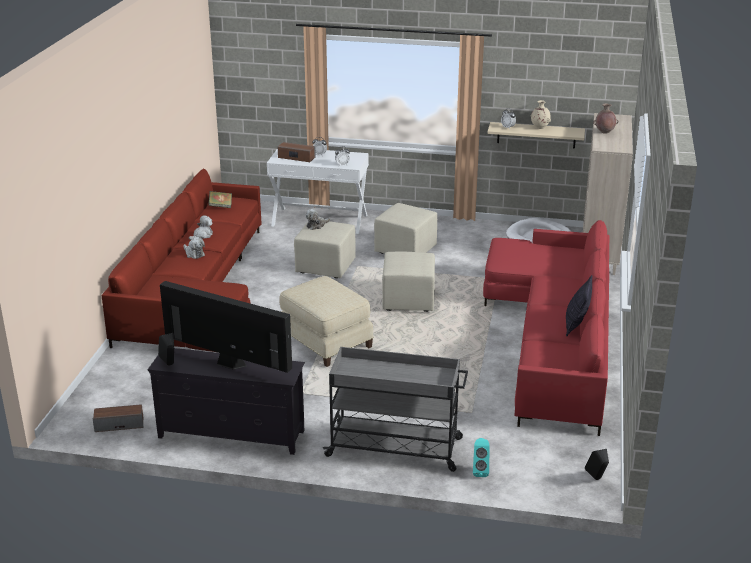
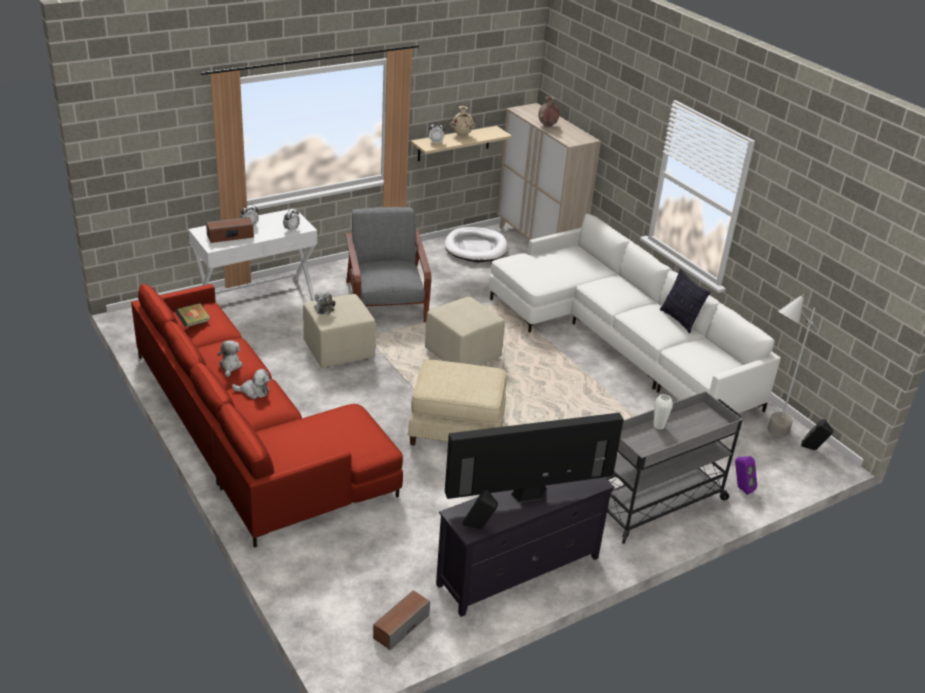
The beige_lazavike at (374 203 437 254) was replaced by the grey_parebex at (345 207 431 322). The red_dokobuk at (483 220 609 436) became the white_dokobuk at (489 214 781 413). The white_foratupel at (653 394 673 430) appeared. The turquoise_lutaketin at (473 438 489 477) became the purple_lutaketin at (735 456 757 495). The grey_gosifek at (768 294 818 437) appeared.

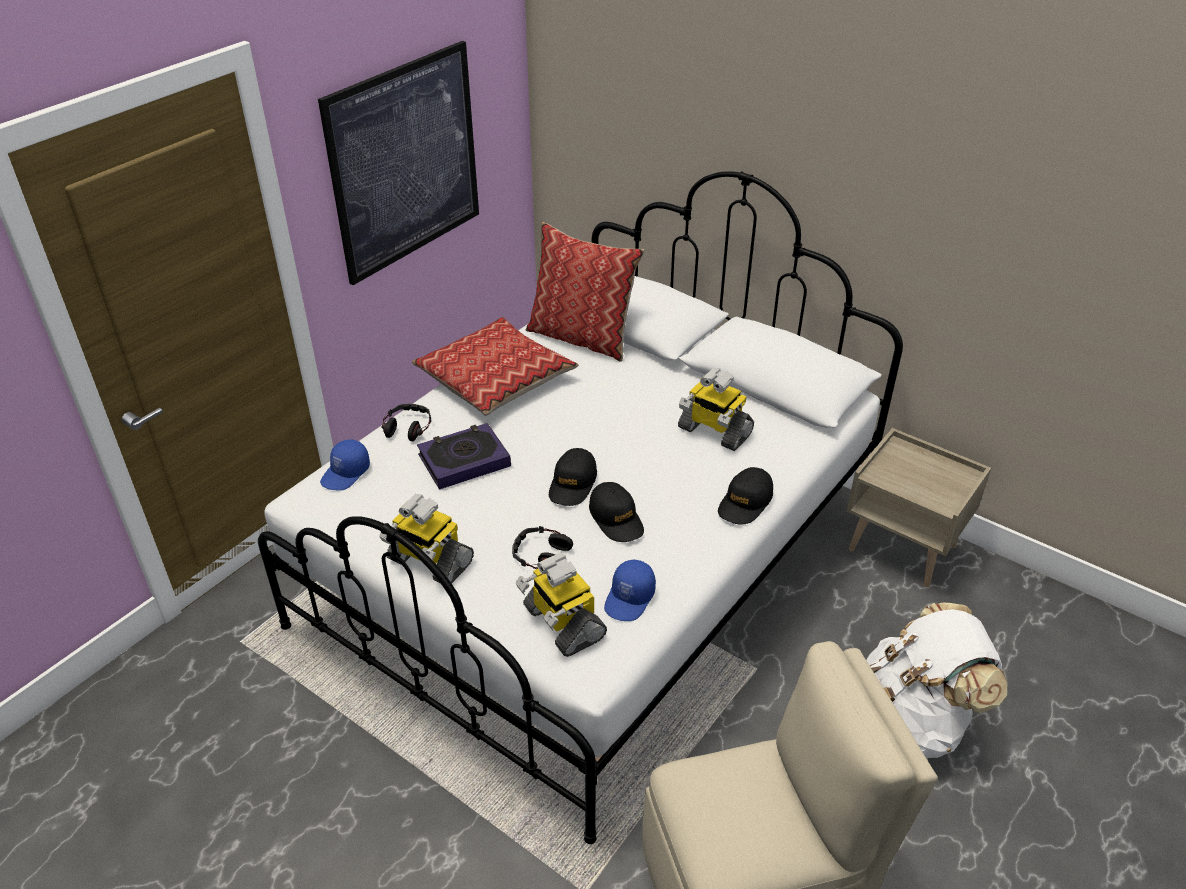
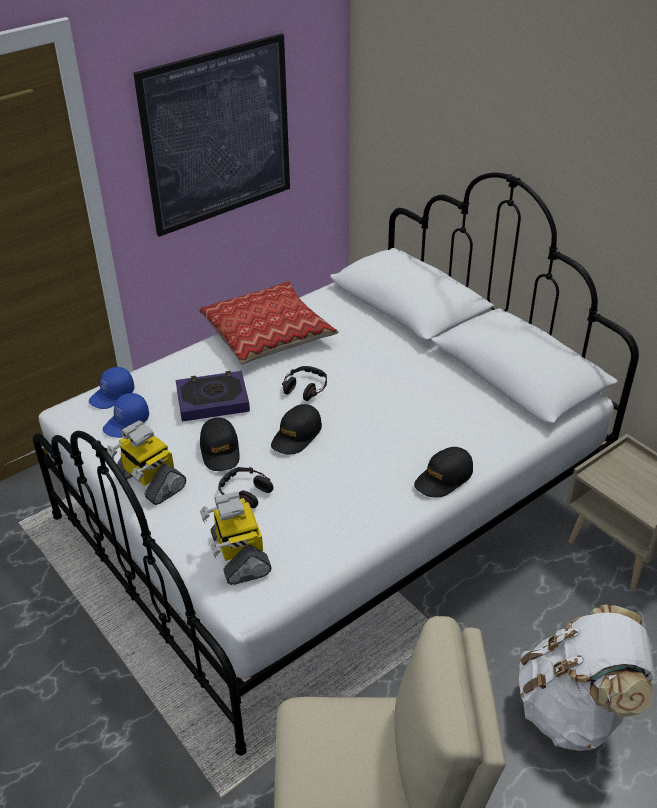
The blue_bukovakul moved from (604 559 656 621) to (103 393 149 438). The black_bukovakul moved from (589 482 644 542) to (200 417 240 471). The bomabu moved from (381 404 431 441) to (282 366 327 401). The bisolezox at (526 222 645 362) disappeared. The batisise at (678 368 754 451) disappeared.

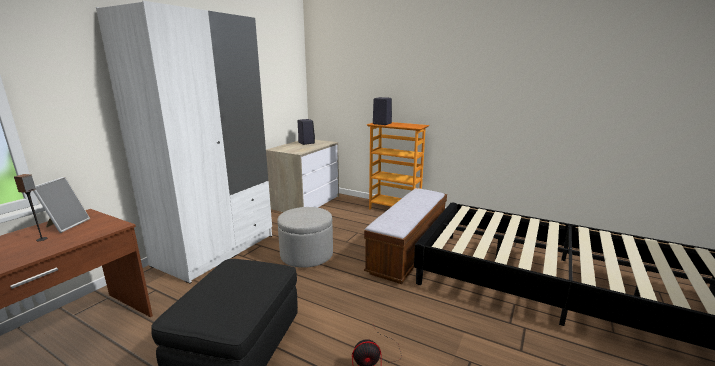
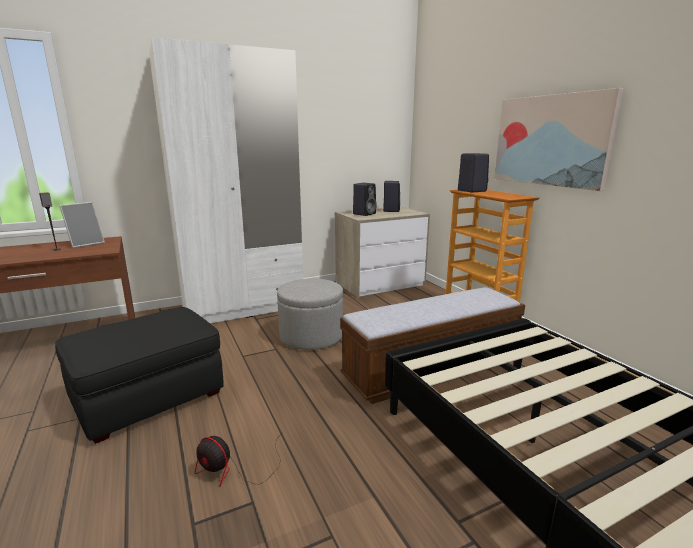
The black_lutaketin at (353 183 376 216) appeared. The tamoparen at (494 88 623 191) appeared.

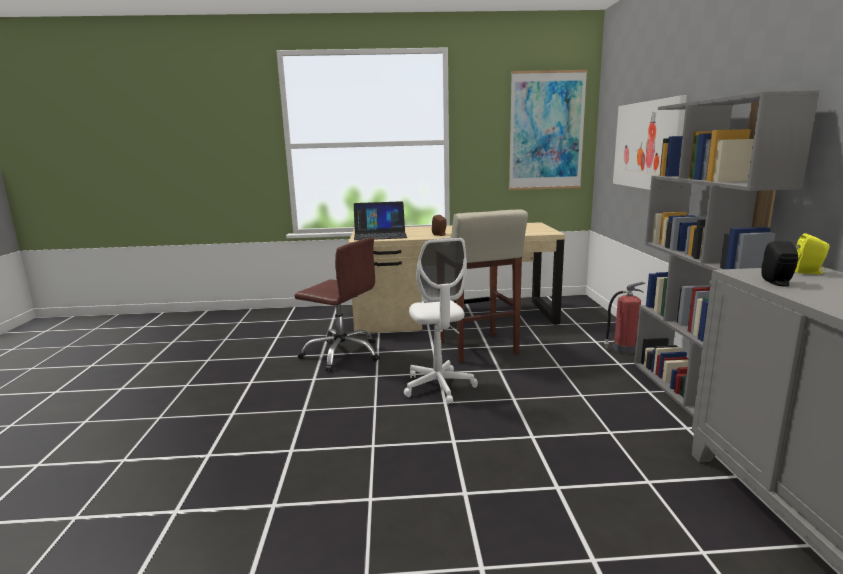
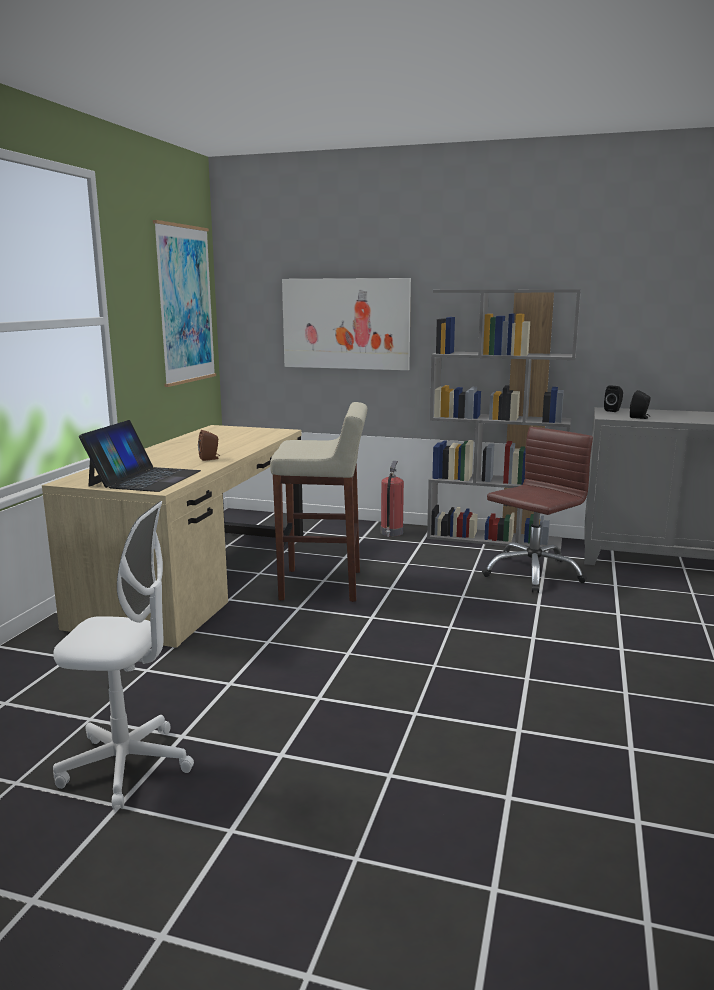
The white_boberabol moved from (404 238 478 404) to (53 501 194 810). The brown_boberabol moved from (295 237 380 372) to (482 427 593 593). The yellow_lutaketin at (795 233 829 274) became the black_lutaketin at (604 385 623 412).

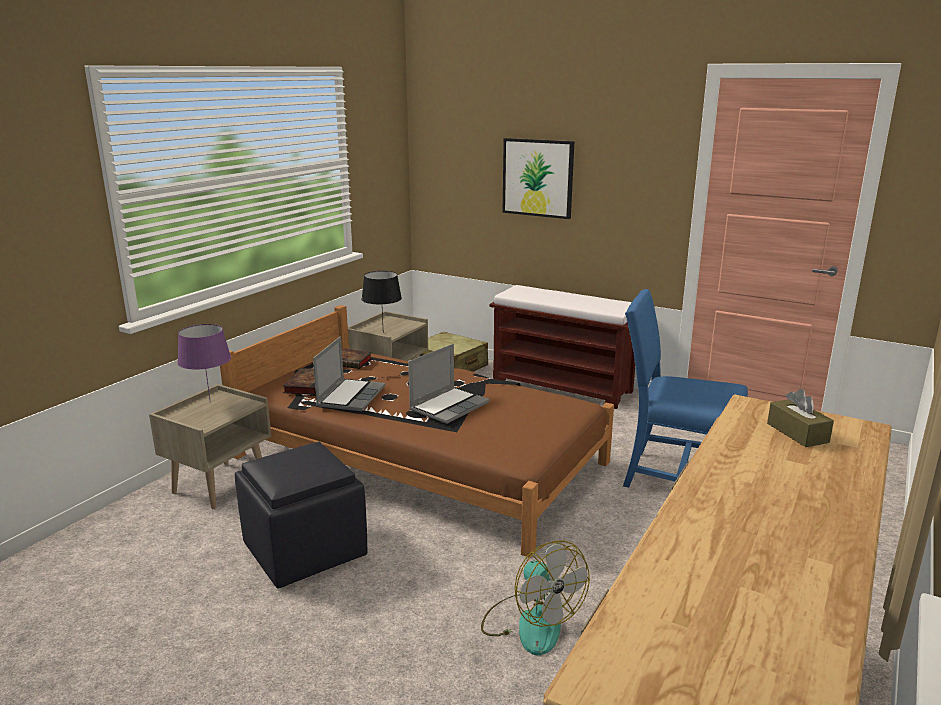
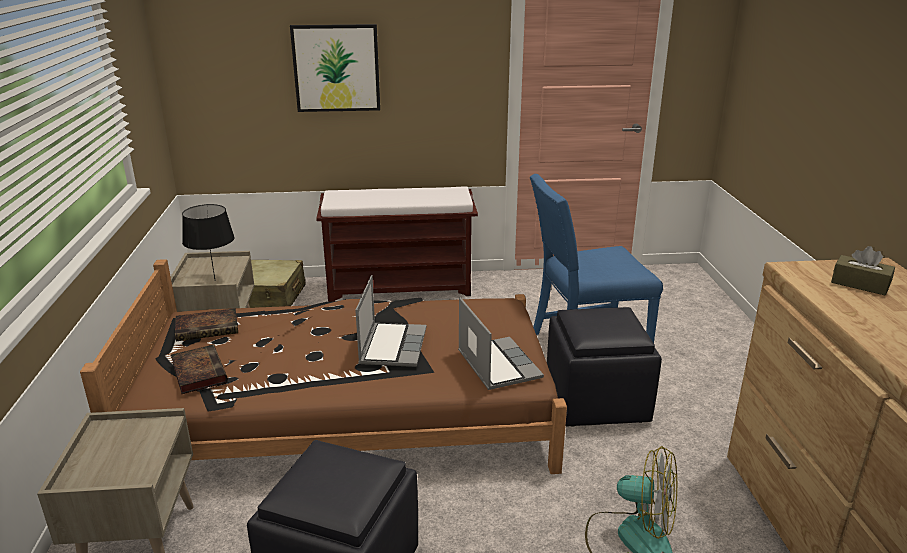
The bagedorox moved from (313 336 385 411) to (458 297 544 390). The black_lazavike at (547 307 662 426) appeared. The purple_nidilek at (178 324 231 402) disappeared.

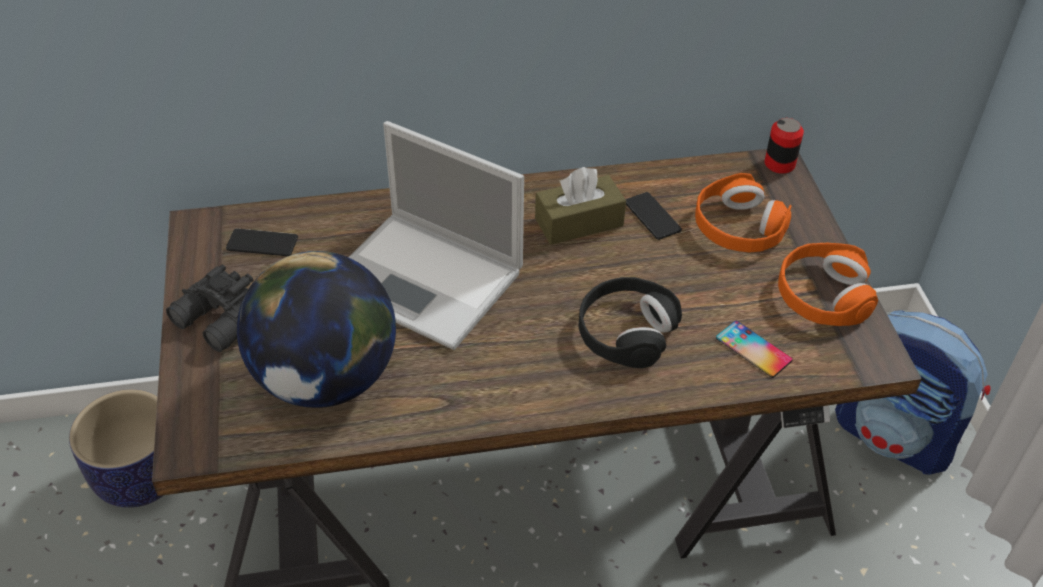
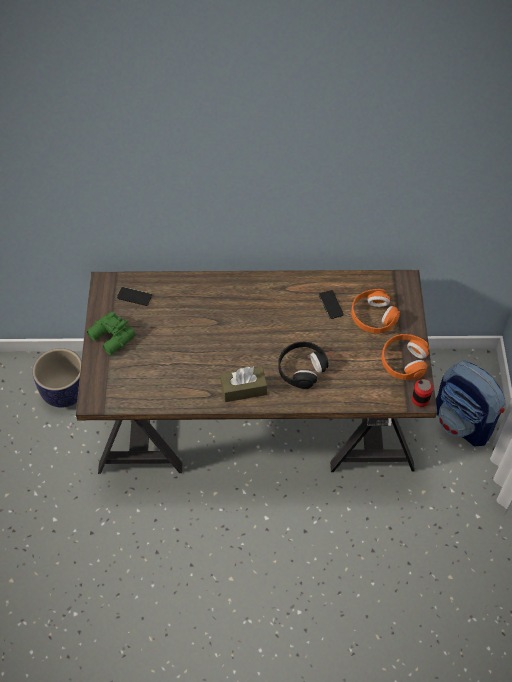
The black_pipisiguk at (166 265 253 352) became the green_pipisiguk at (87 312 136 355). The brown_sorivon moved from (535 167 626 245) to (220 366 267 402). The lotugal moved from (764 118 804 174) to (412 379 433 407). The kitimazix at (237 251 396 408) disappeared. The bagedorox at (349 121 524 350) disappeared. The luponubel at (716 321 793 378) disappeared.

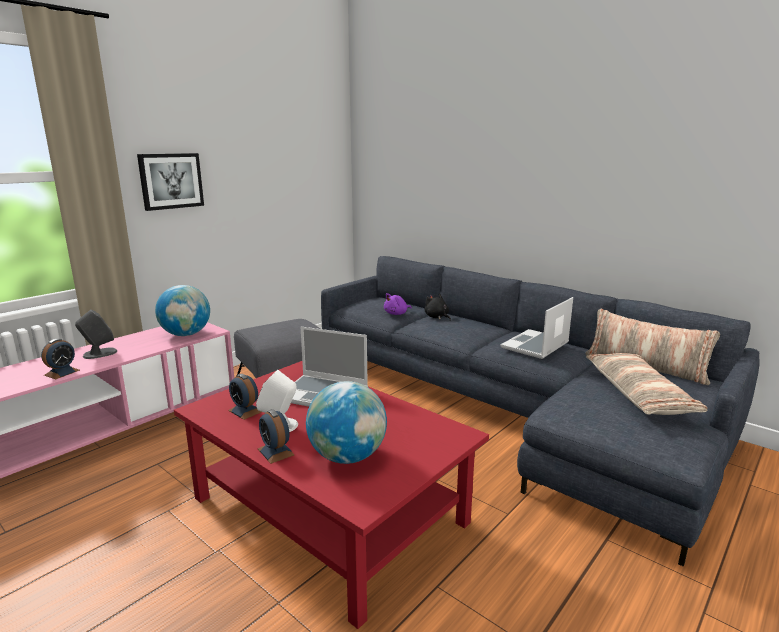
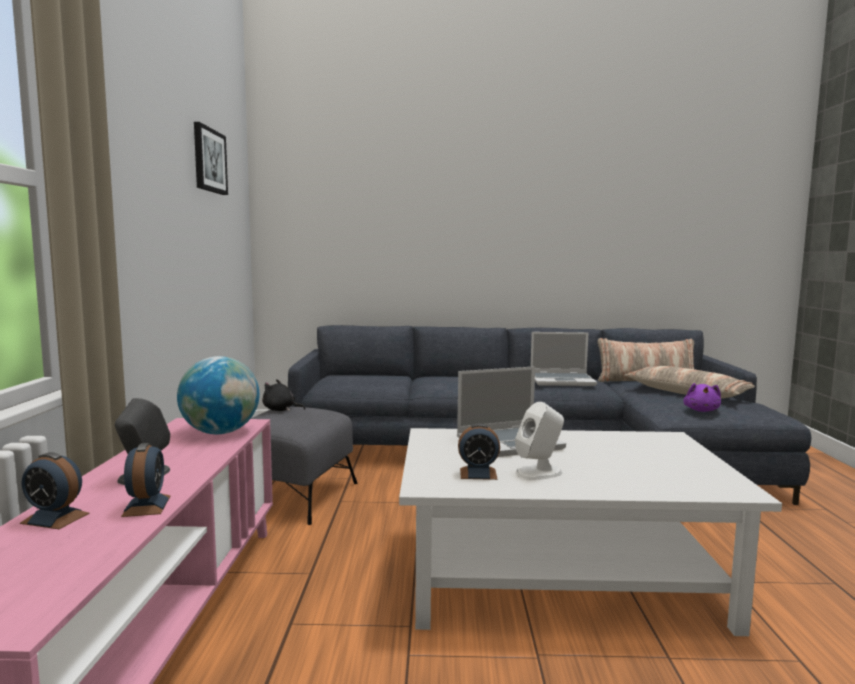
The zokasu moved from (258 409 294 464) to (20 452 90 529). The tamoparen moved from (137 153 204 211) to (194 122 228 195). The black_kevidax moved from (425 294 451 321) to (262 379 305 411). The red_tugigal at (174 361 489 629) became the white_tugigal at (399 428 782 636). The bagedorox at (501 297 573 359) turned 90 degrees counterclockwise. The purple_kevidax moved from (384 293 412 315) to (683 383 721 412). The kitimazix at (306 381 387 464) disappeared.

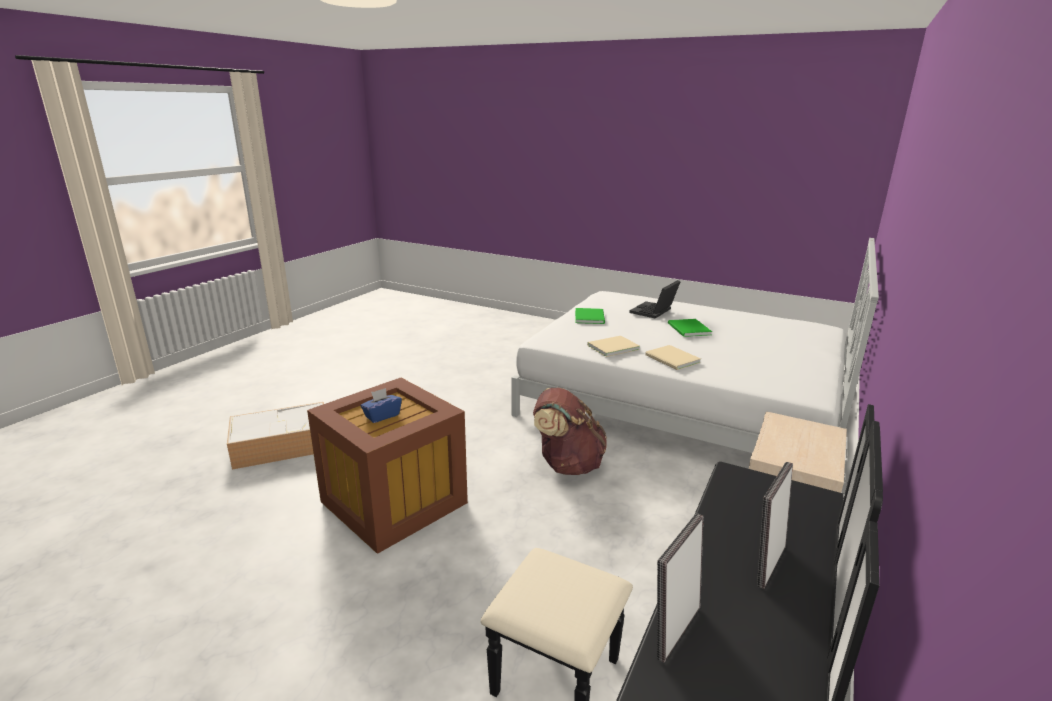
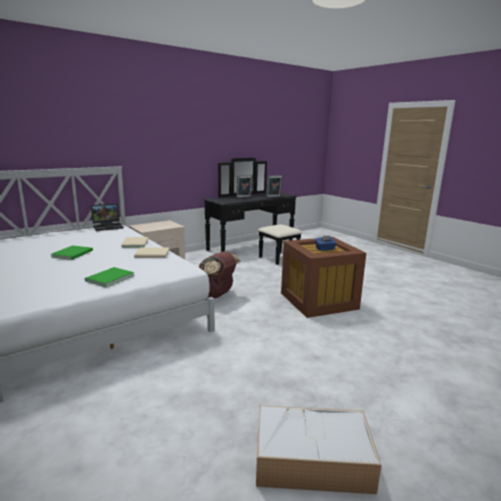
The bagedorox moved from (629 280 681 319) to (91 203 124 231). The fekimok moved from (227 402 324 470) to (256 405 381 494).

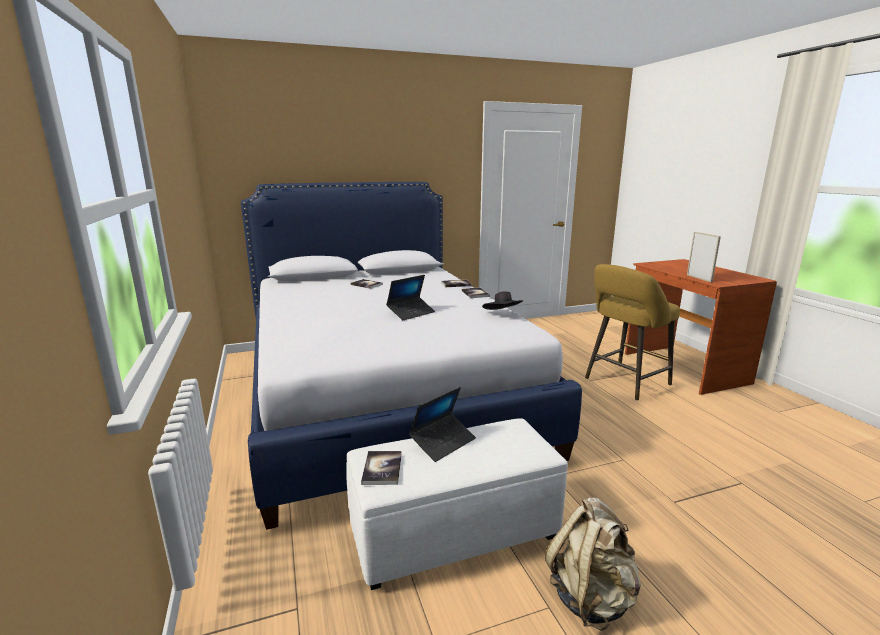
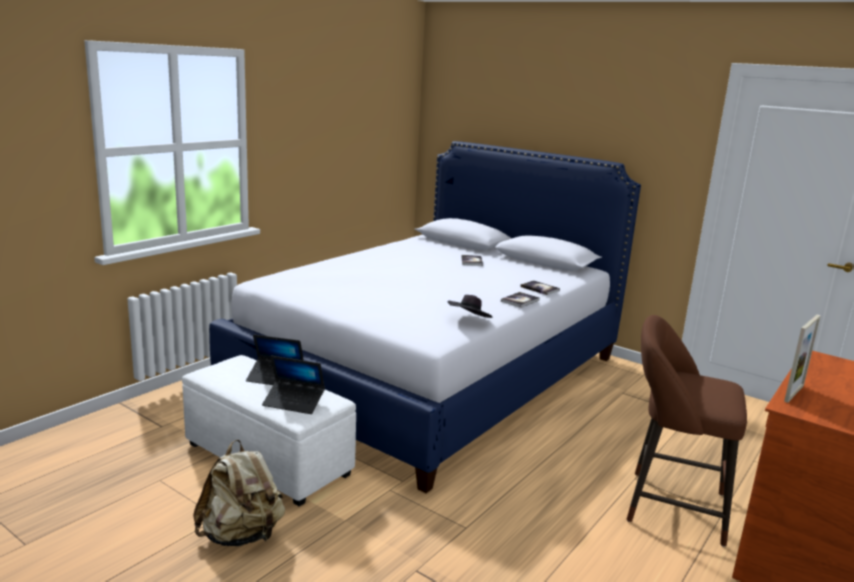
The bagedorox moved from (386 275 435 320) to (262 355 325 414). The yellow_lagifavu at (585 264 680 401) became the brown_lagifavu at (627 315 747 547). The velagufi at (361 451 402 485) disappeared.

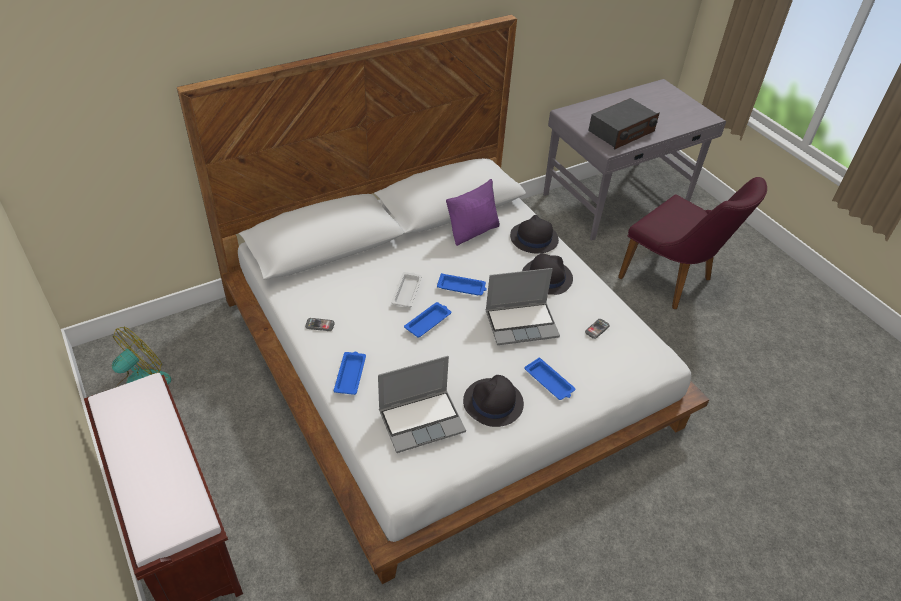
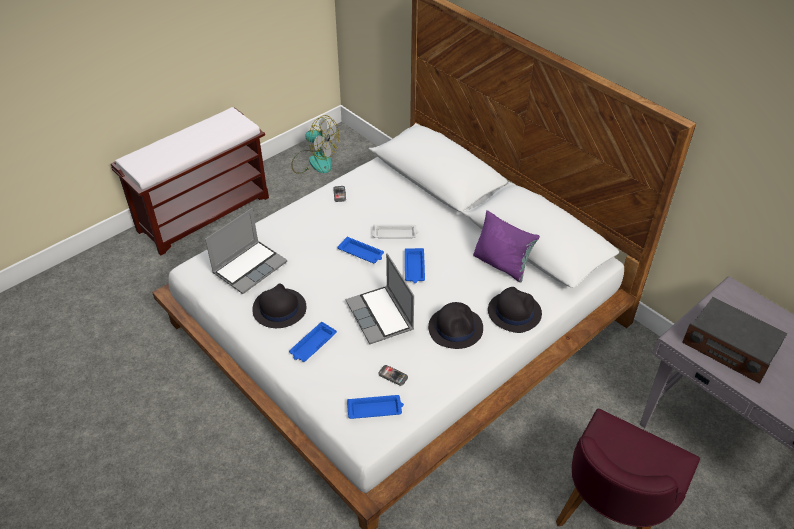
The bagedorox at (378 356 466 453) turned 105 degrees counterclockwise. The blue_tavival moved from (334 352 366 395) to (347 395 404 419).

